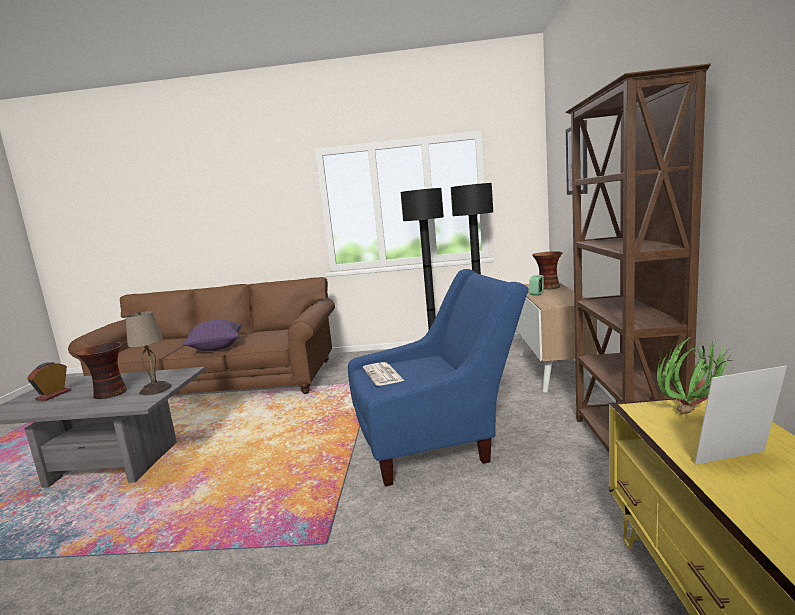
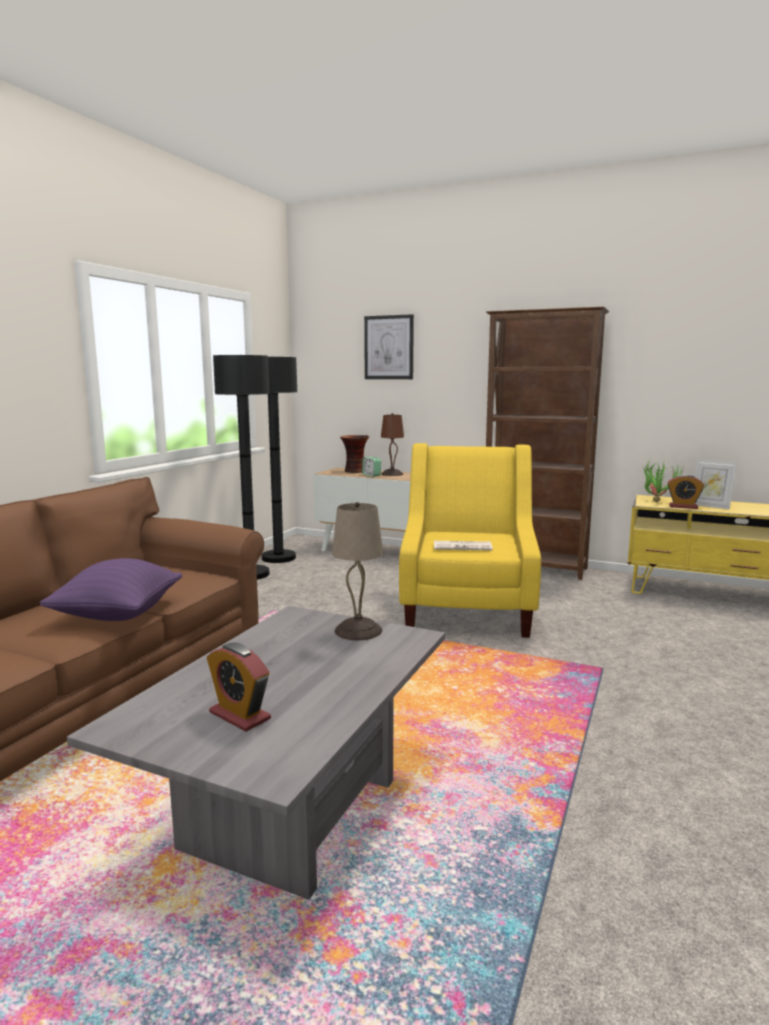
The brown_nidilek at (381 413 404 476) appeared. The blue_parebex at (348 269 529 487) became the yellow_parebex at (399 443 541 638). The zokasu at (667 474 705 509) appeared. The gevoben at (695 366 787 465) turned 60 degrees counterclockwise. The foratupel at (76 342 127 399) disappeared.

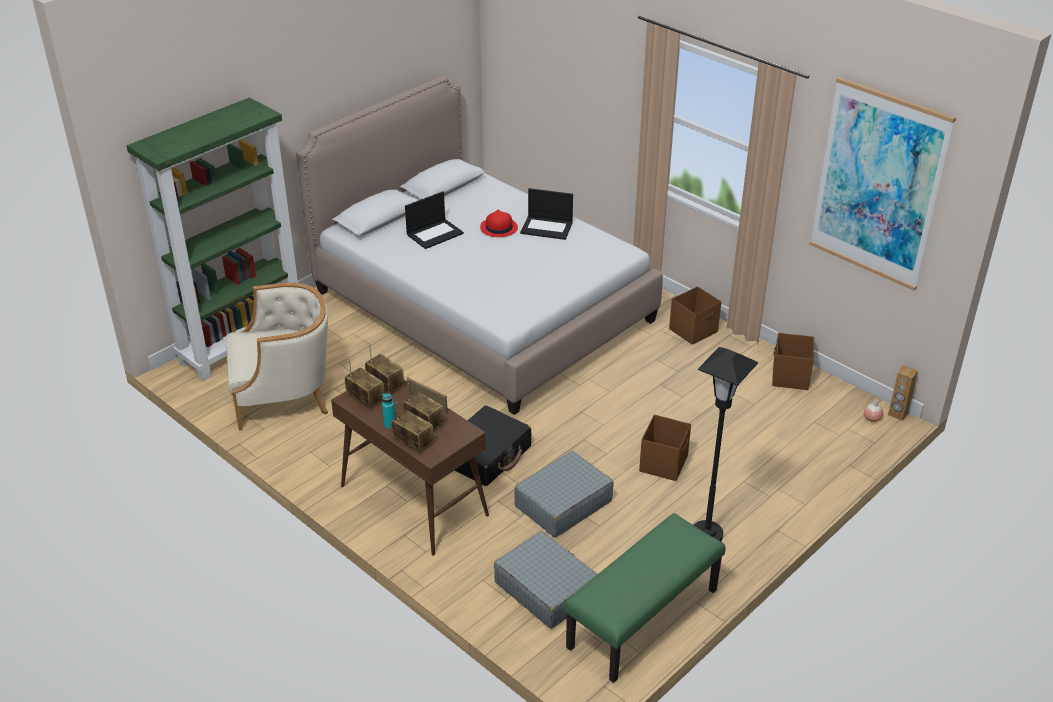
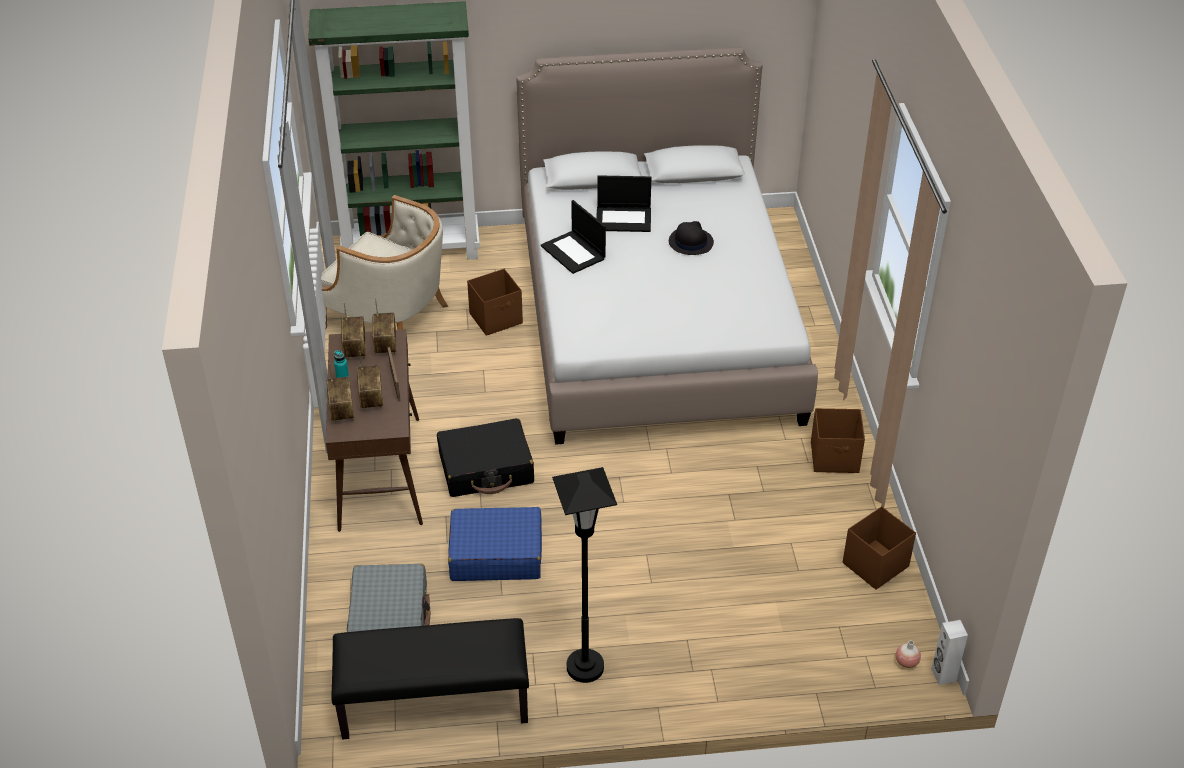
The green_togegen at (564 513 725 683) became the black_togegen at (331 618 529 739). The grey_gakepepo at (514 451 614 537) became the blue_gakepepo at (448 507 542 581). The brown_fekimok moved from (639 415 691 481) to (467 269 523 336). The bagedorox moved from (520 188 573 240) to (541 200 606 274). The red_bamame at (480 210 518 237) became the black_bamame at (669 221 714 255). The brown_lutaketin at (888 365 918 421) became the white_lutaketin at (931 620 968 685). The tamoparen at (809 77 956 291) disappeared.

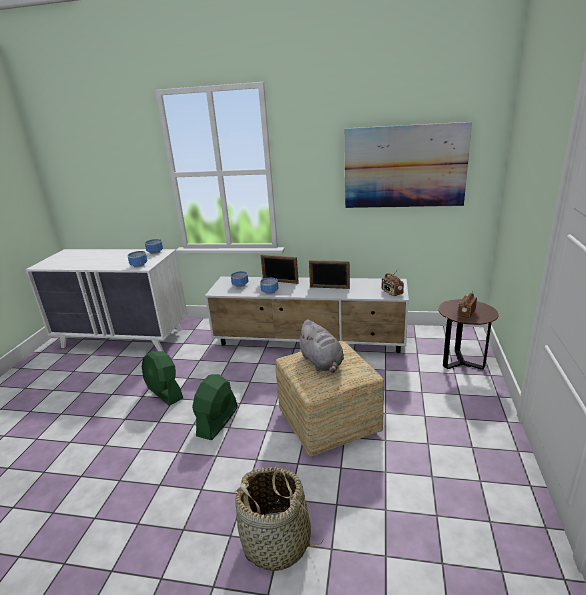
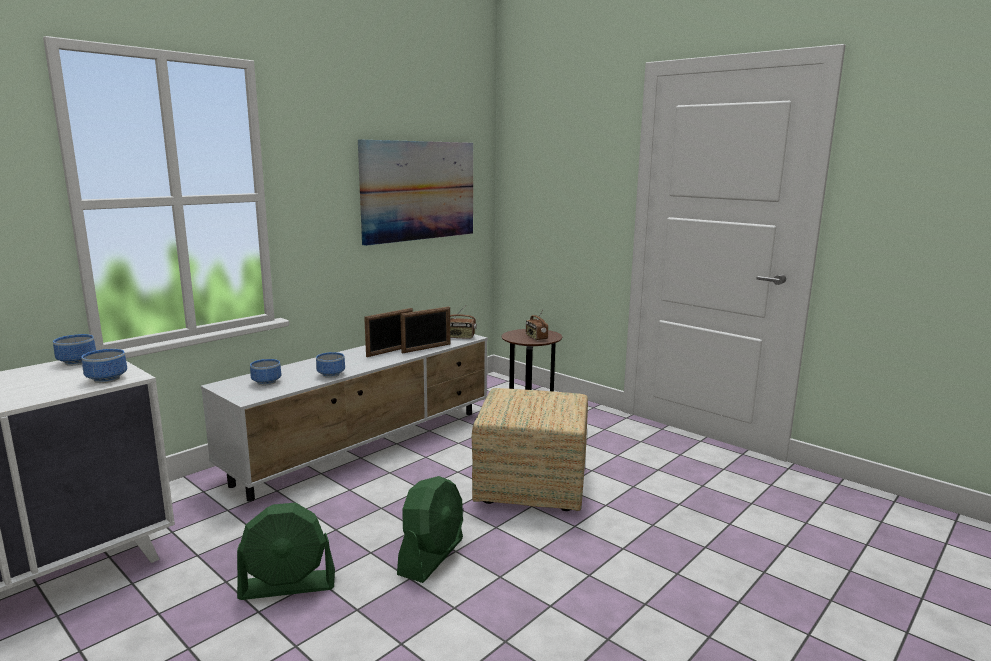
The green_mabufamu at (192 374 238 440) turned 120 degrees counterclockwise. The gevoben moved from (261 255 299 284) to (400 307 450 353). The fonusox at (234 467 323 571) disappeared. The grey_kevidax at (297 320 344 373) disappeared.

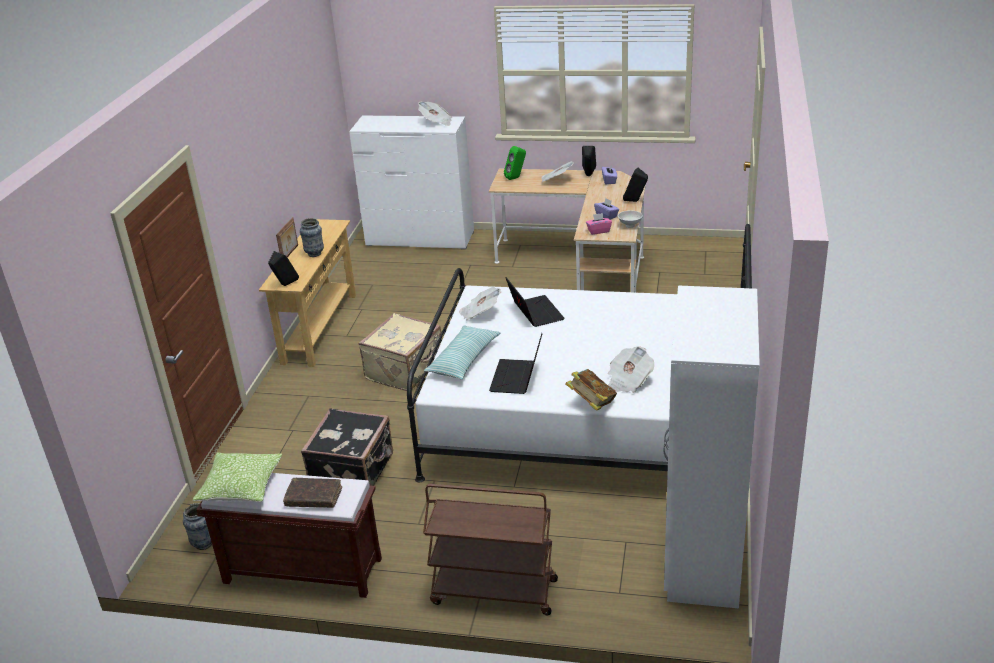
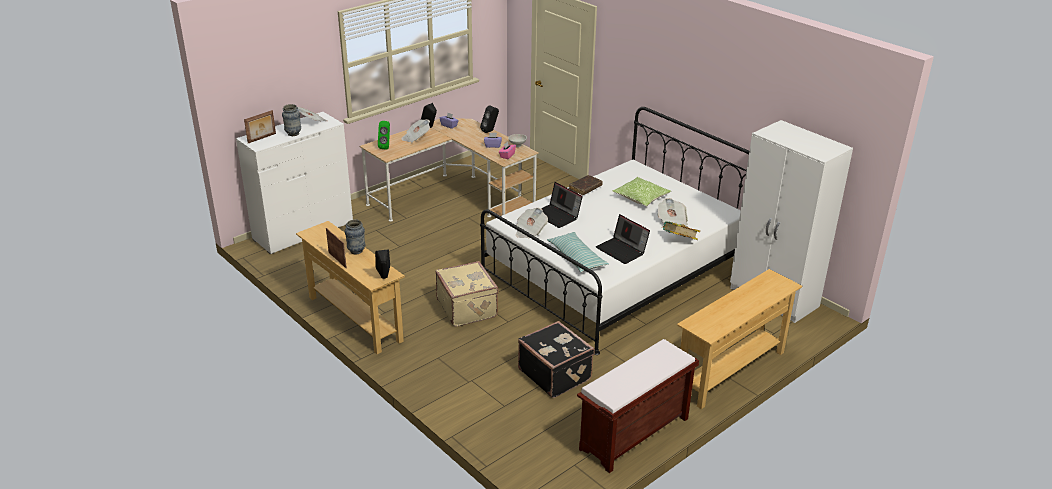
The gevoben at (244 110 276 143) appeared. The foratupel moved from (183 503 212 550) to (282 104 301 136). The bagedorox at (505 277 565 327) turned 150 degrees counterclockwise. The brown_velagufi moved from (283 478 342 508) to (569 175 603 195). The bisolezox moved from (193 453 282 502) to (612 177 671 207). The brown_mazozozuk at (423 484 558 615) was replaced by the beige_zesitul at (677 269 802 409).

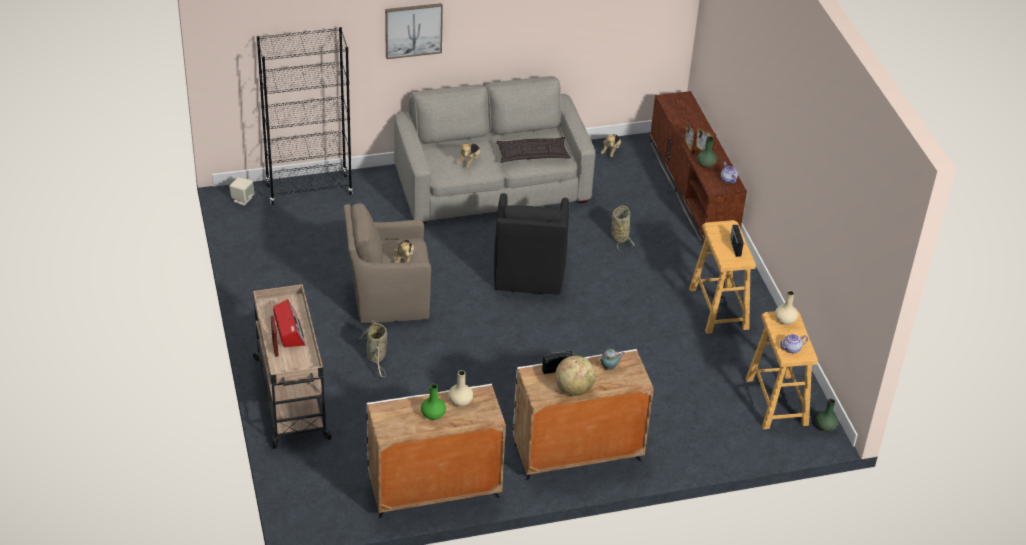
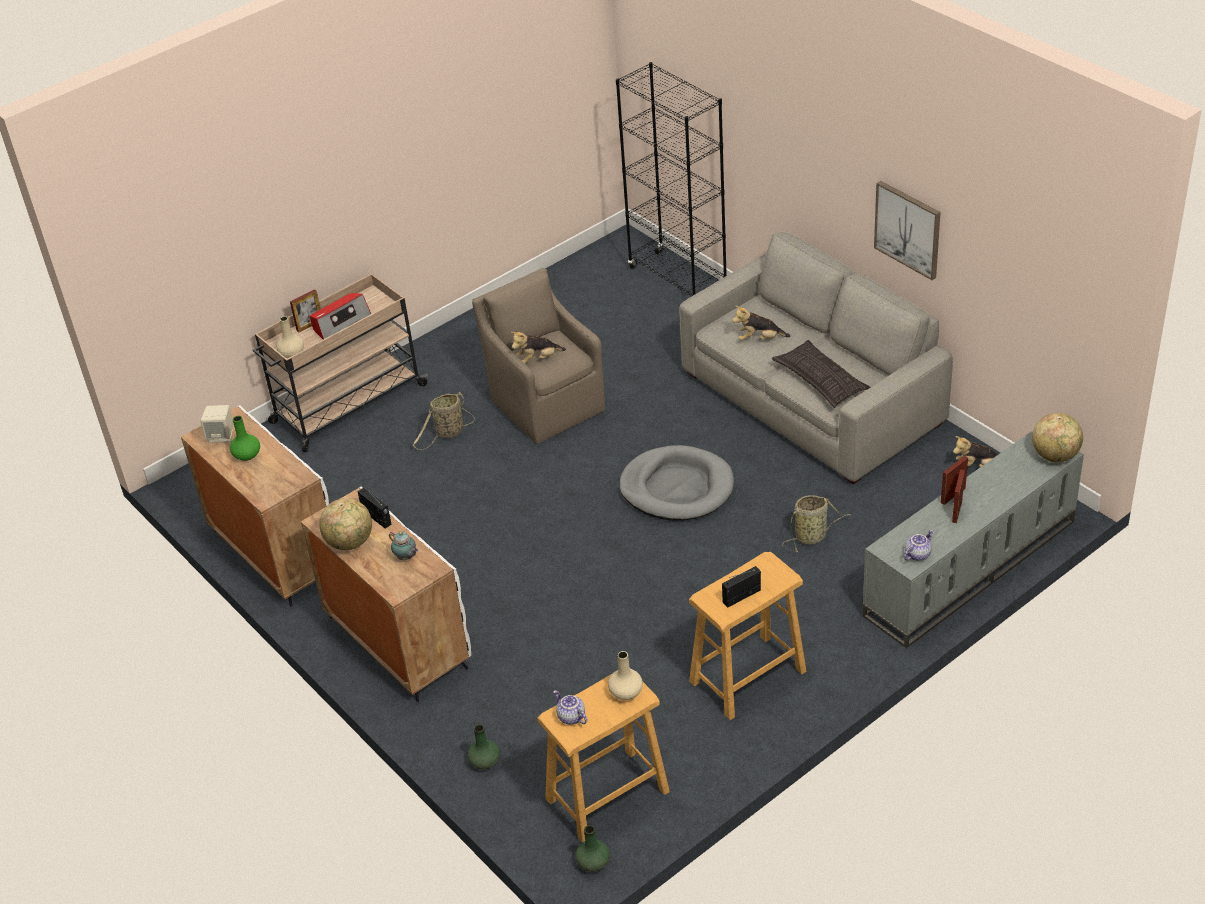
The beige_lutaketin moved from (229 177 255 205) to (200 405 233 443). The beige_foratupel moved from (448 370 473 406) to (276 316 304 358). The green_foratupel moved from (697 136 717 168) to (467 724 500 770). The black_parebex at (494 193 569 295) was replaced by the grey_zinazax at (619 445 734 521). The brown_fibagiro at (649 91 747 246) became the grey_fibagiro at (862 430 1084 648). The tamoparen moved from (385 3 443 59) to (874 181 941 280). The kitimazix at (1032 413 1083 462) appeared.

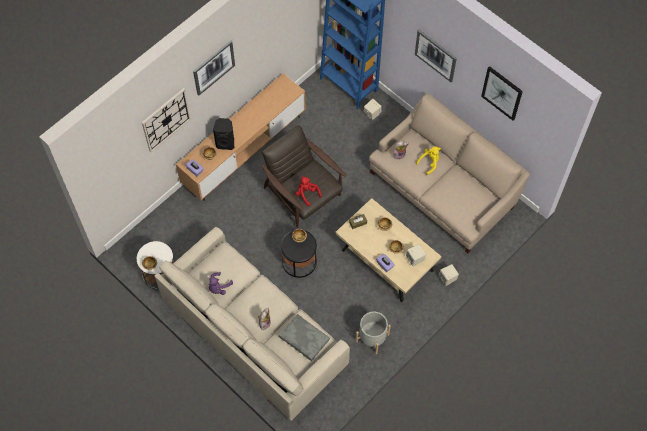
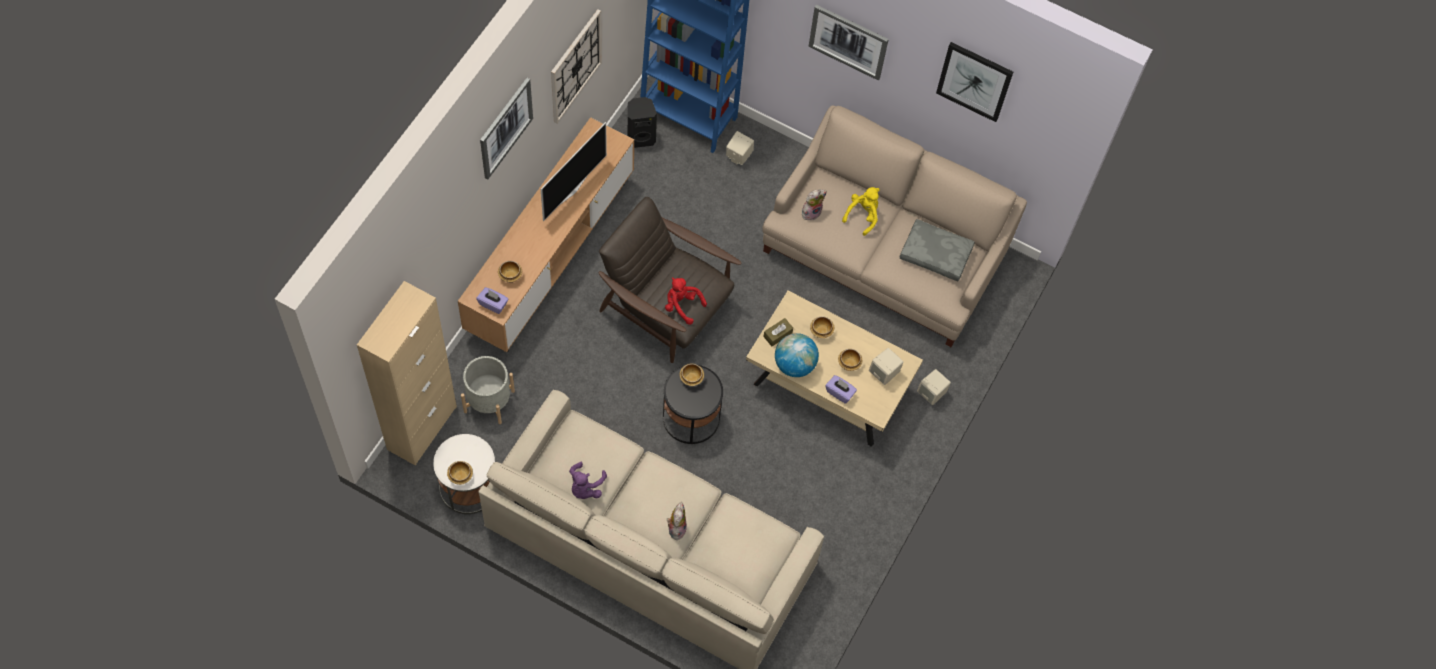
The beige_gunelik at (357 281 457 466) appeared. The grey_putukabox moved from (356 312 391 354) to (461 356 515 424). The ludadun at (541 122 607 221) appeared. The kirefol moved from (142 88 191 152) to (551 9 602 123). The black_lutaketin moved from (213 118 234 150) to (628 97 657 148). The kitimazix at (775 333 819 377) appeared. The grey_bisolezox moved from (279 314 330 361) to (899 219 975 281).

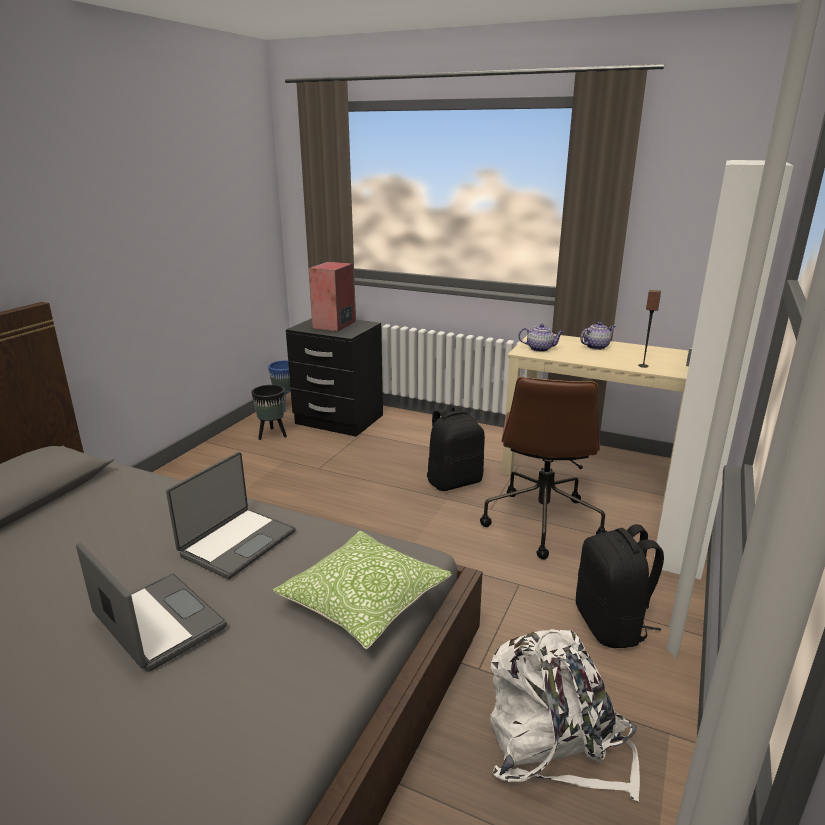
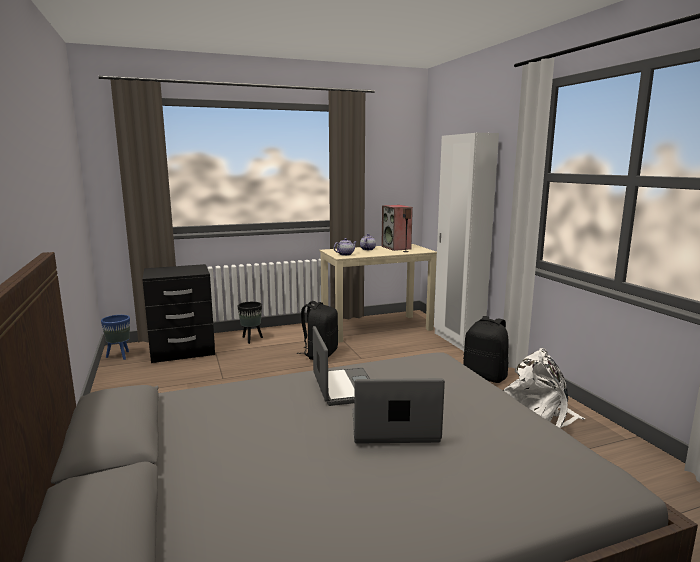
The black_putukabox moved from (251 385 287 440) to (237 302 263 344). The lutaketin moved from (309 262 355 332) to (381 205 413 251). The bisolezox at (273 531 452 649) disappeared. The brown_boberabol at (480 377 607 560) disappeared.

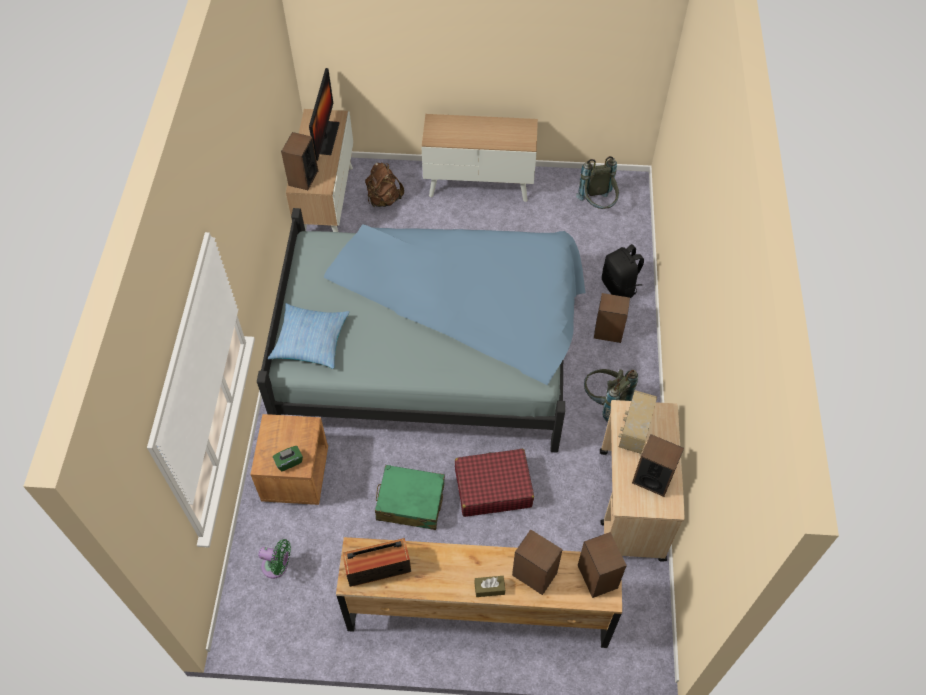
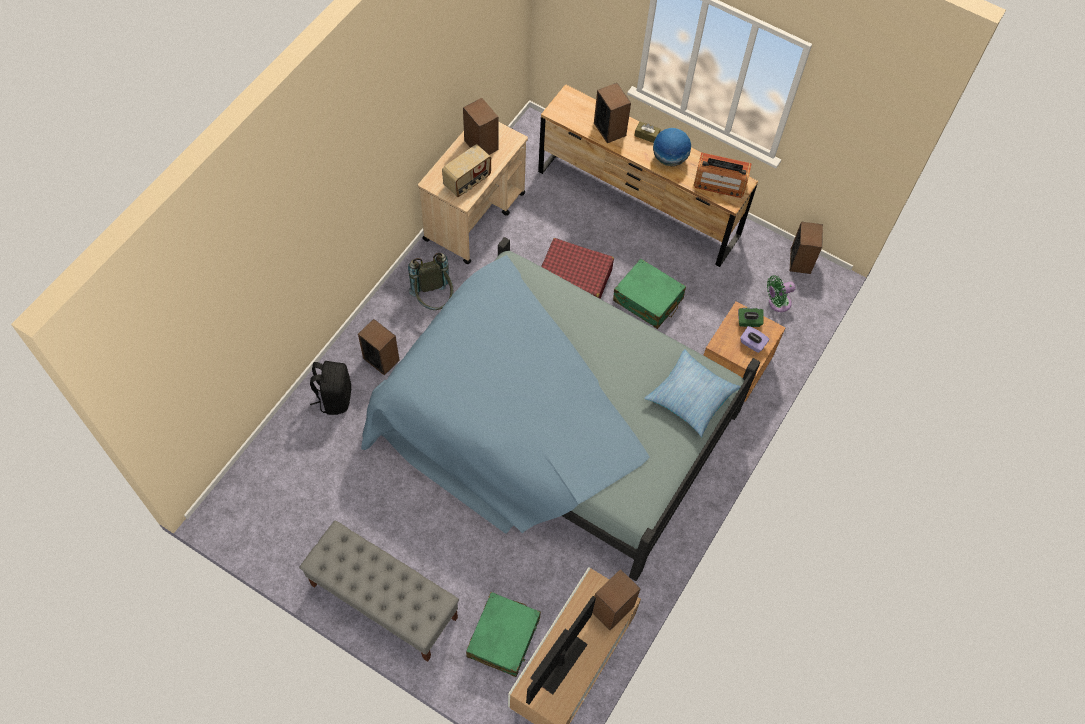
The gunelik at (422 114 538 202) was replaced by the grey_togegen at (299 520 459 662). The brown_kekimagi at (365 162 404 207) was replaced by the green_gakepepo at (466 592 541 677). The kitimazix at (653 128 691 166) appeared. The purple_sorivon at (740 326 769 353) appeared. The green_mabufamu at (258 539 291 579) turned 60 degrees counterclockwise. The lutaketin moved from (578 532 627 598) to (790 222 823 274). The grey_kekimagi at (576 156 619 209) disappeared.

